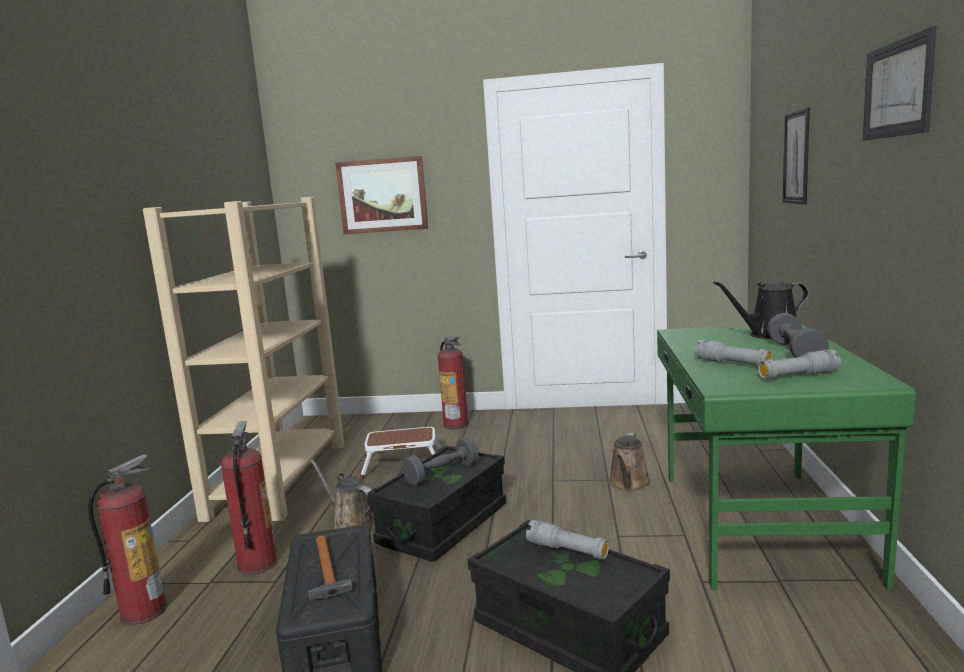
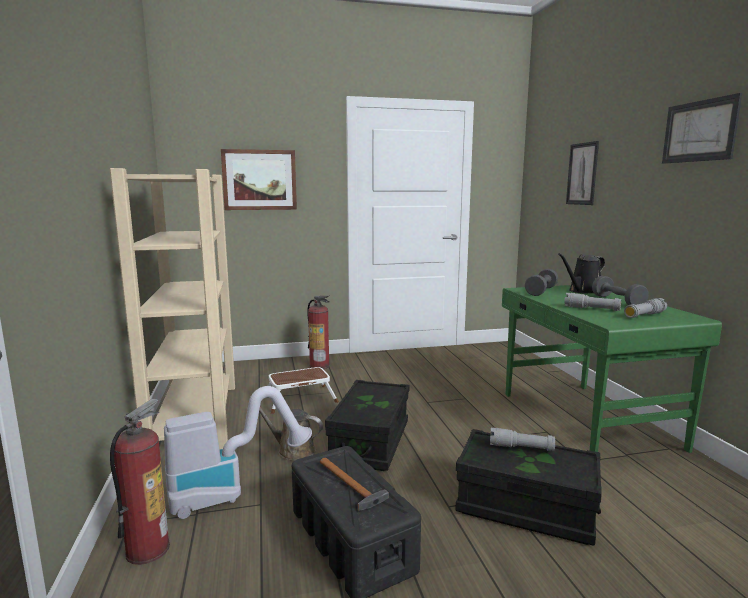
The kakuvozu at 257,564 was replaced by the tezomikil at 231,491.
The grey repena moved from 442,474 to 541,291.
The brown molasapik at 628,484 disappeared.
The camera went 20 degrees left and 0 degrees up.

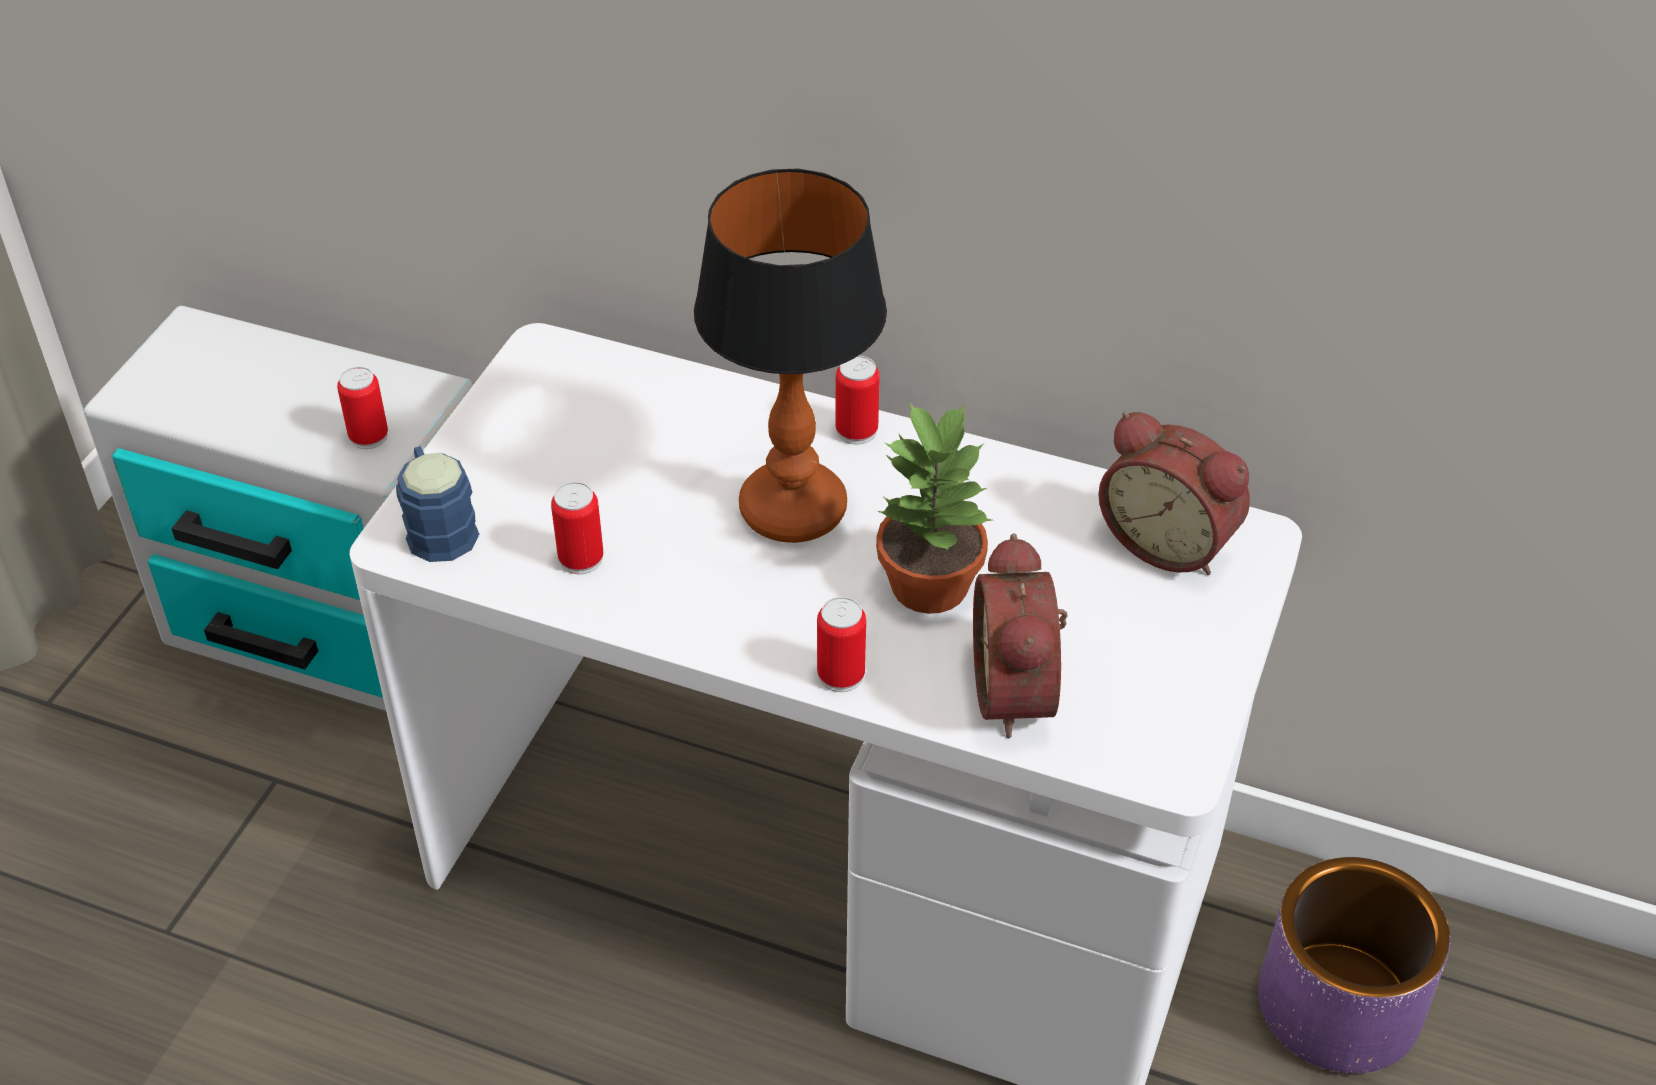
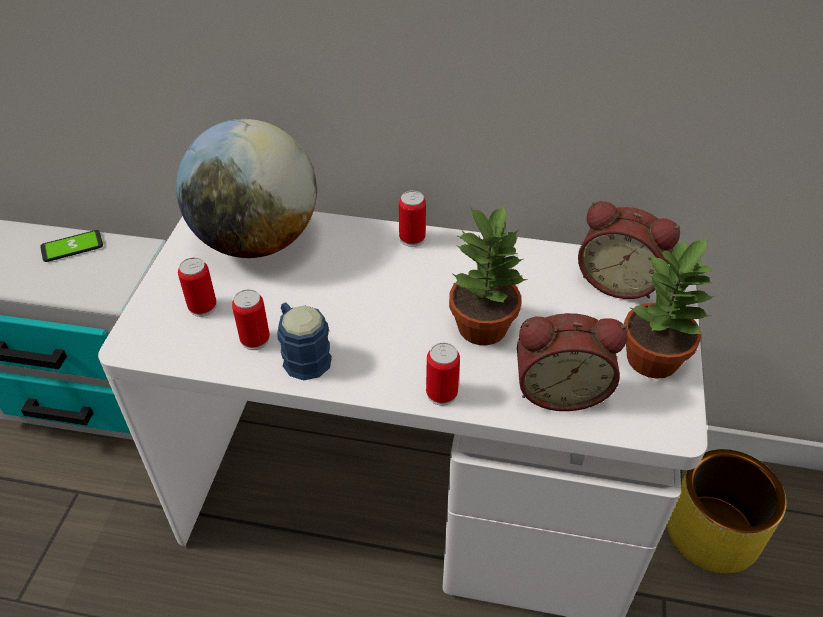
The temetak at 72,247 appeared.
The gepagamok at 257,241 appeared.
The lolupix moved from 368,436 to 202,307.
The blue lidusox moved from 438,526 to 302,354.
The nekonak at 1020,692 turned 75 degrees counterclockwise.
The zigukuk at 654,359 appeared.
The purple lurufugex at 1339,1005 became the yellow lurufugex at 712,532.
The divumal at 793,512 disappeared.
The camera went 10 degrees left and 0 degrees up.

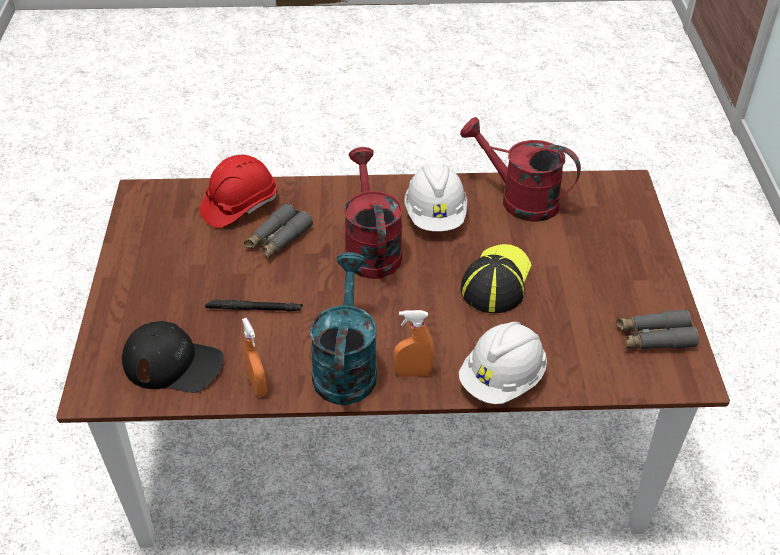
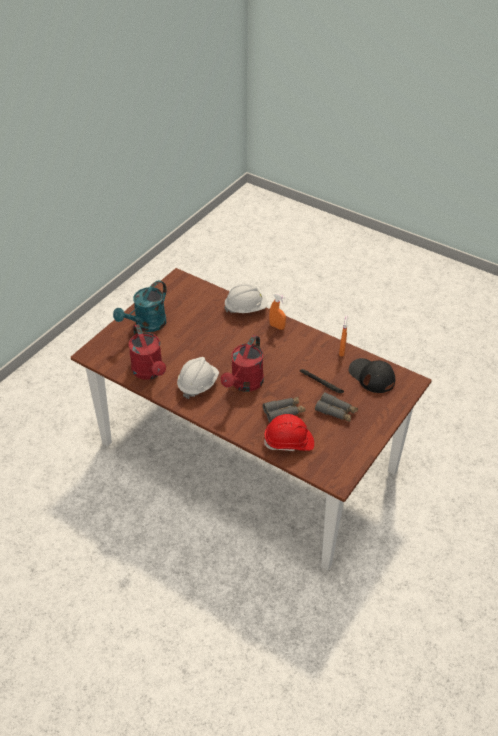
The turquoise molasapik moved from 345,366 to 146,325.
The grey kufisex moved from 654,337 to 336,411.
The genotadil at 496,281 disappeared.
The camera went 145 degrees left and 0 degrees up.

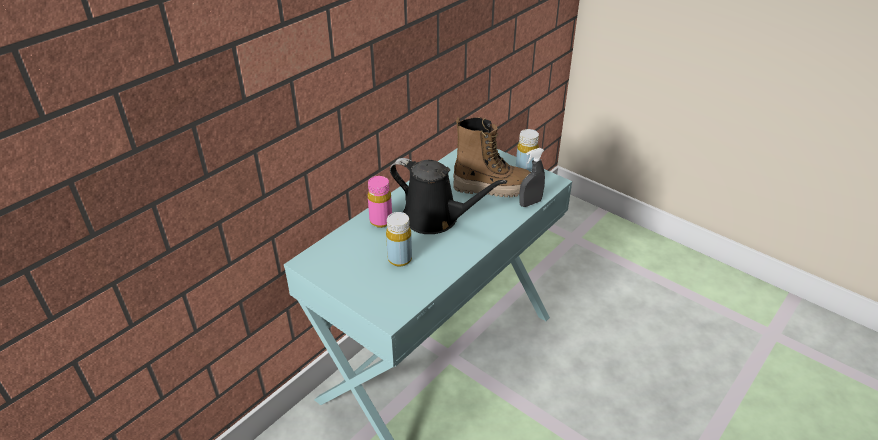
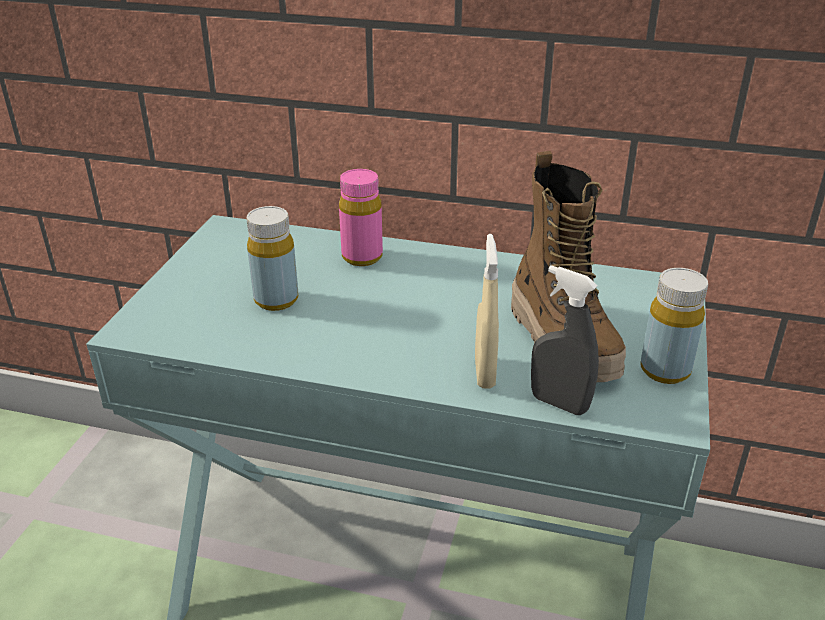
The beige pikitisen at 484,373 appeared.
The black molasapik at 436,218 disappeared.
The camera went 65 degrees right and 5 degrees down.

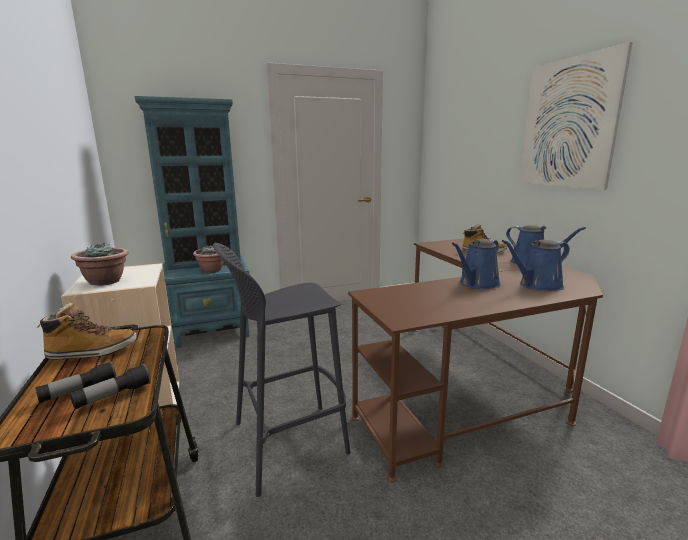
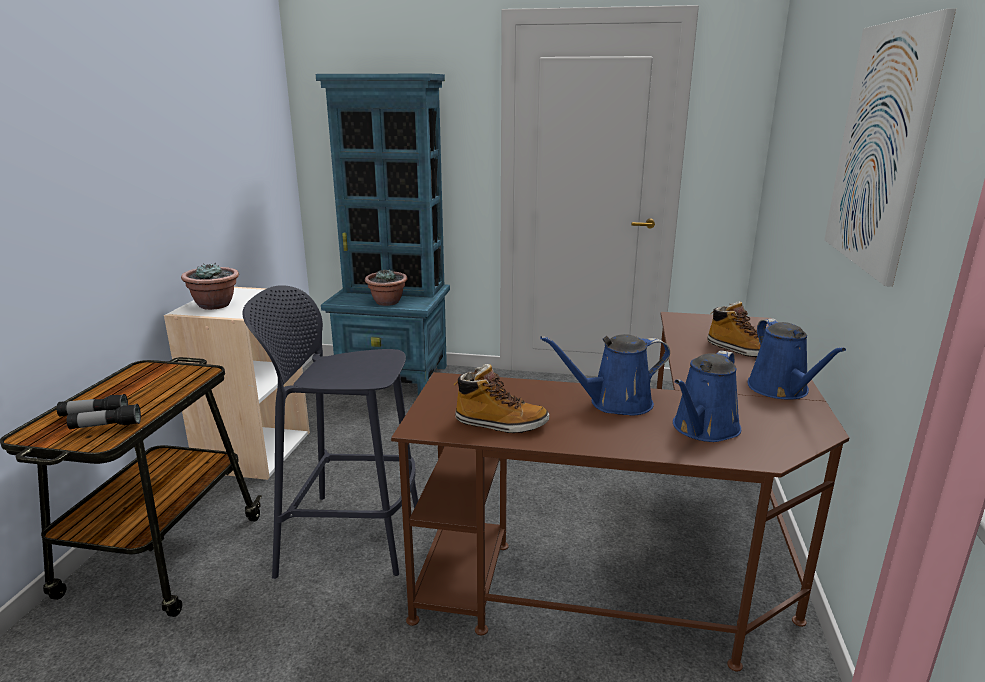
The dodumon moved from 92,352 to 500,424.
The blue molasapik at 537,285 turned 60 degrees counterclockwise.
The camera went 30 degrees right and 5 degrees up.

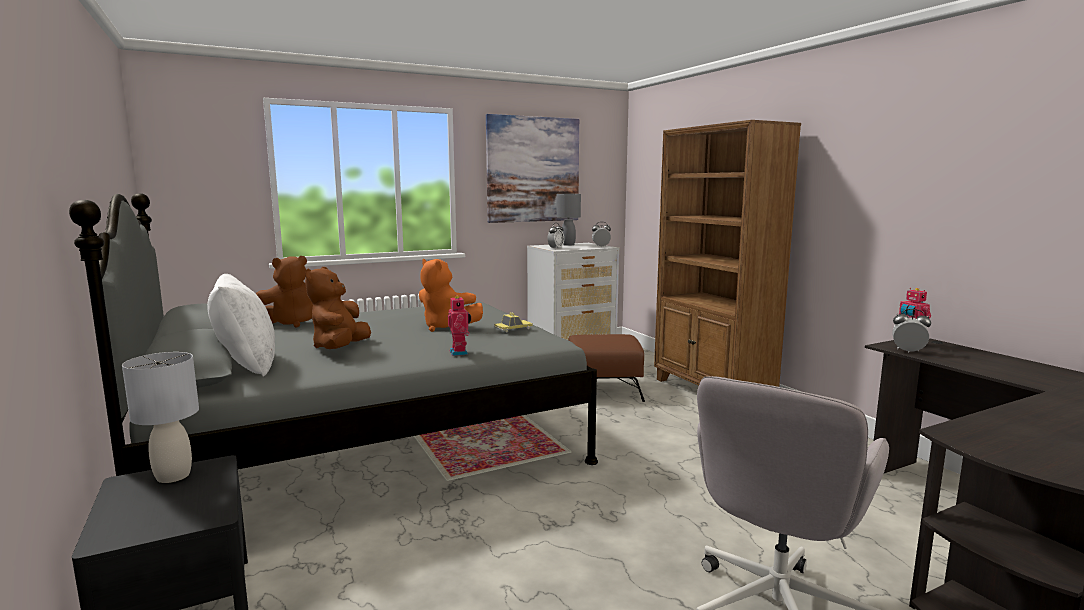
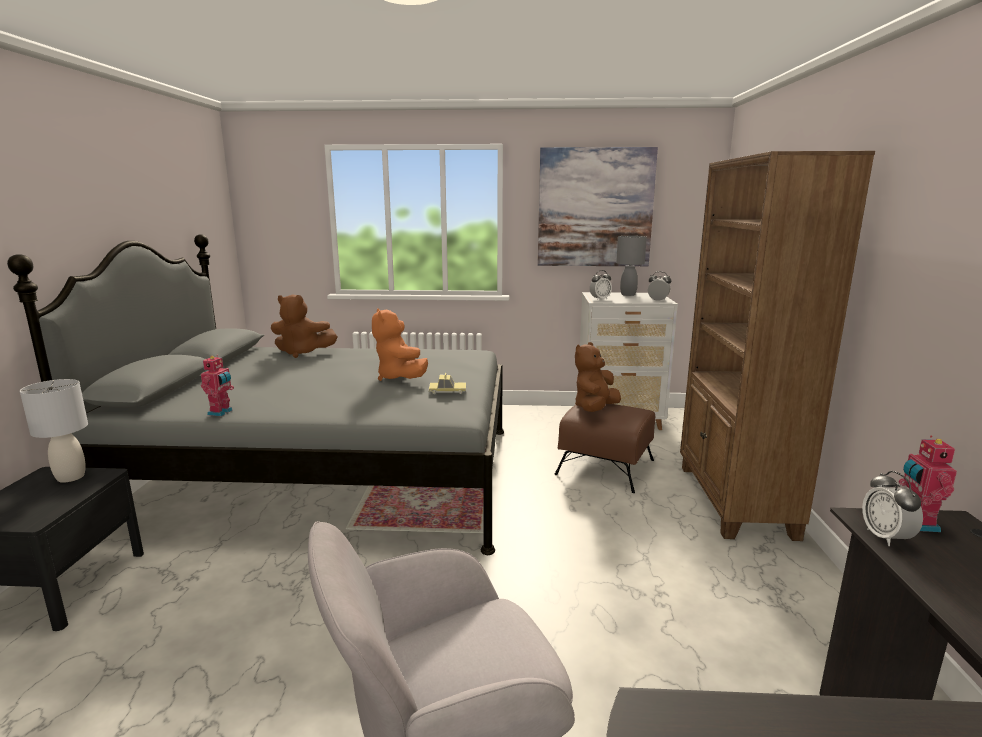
The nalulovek moved from 460,352 to 221,412.
The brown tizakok moved from 340,348 to 595,409.
The nekonak at 908,351 turned 150 degrees counterclockwise.
The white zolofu at 246,365 disappeared.
The camera went 30 degrees right and 5 degrees up.

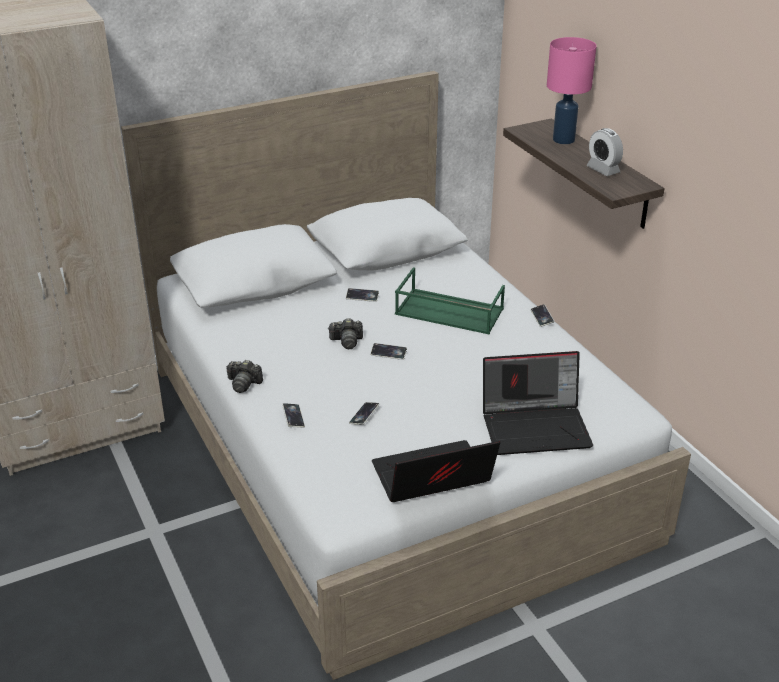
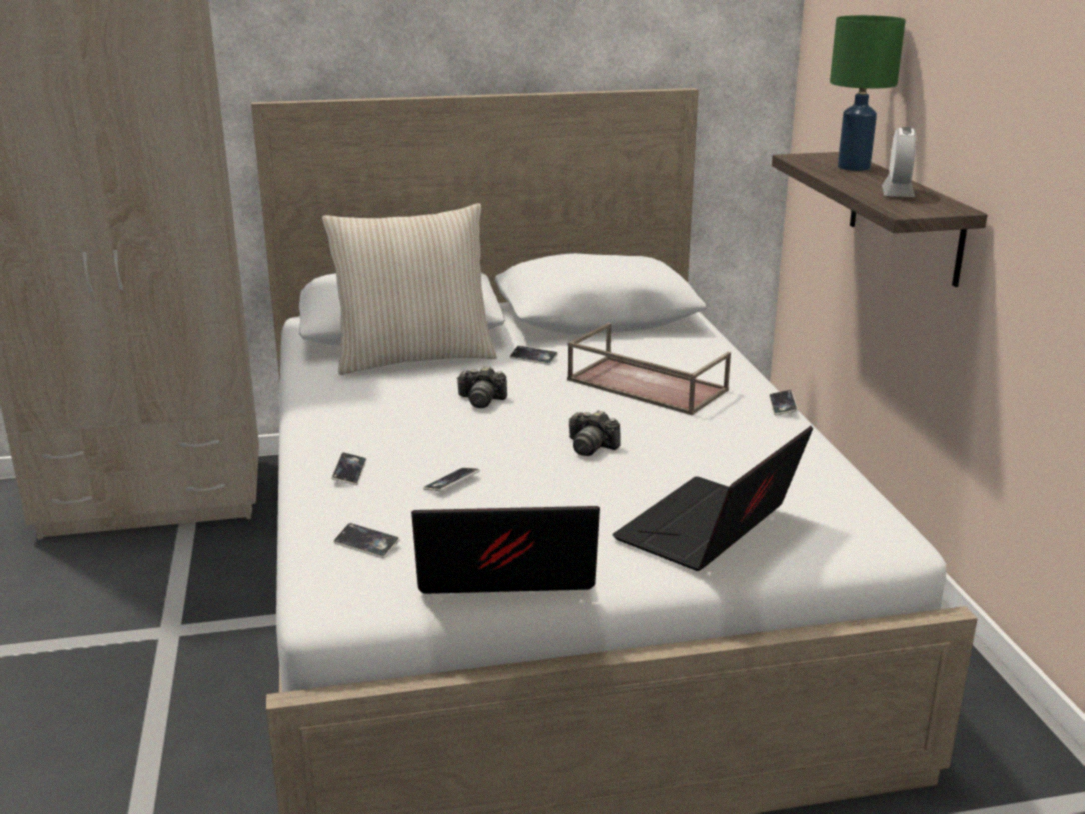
The beige zolofu at 414,357 appeared.
The temetak moved from 388,353 to 366,544.
The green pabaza at 448,312 became the brown pabaza at 644,385.
The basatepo moved from 243,384 to 591,447.
The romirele at 536,426 turned 120 degrees clockwise.
The pink divumal at 563,139 became the green divumal at 853,167.
The nekonak at 603,170 turned 150 degrees counterclockwise.
The camera went 15 degrees right and 10 degrees down.

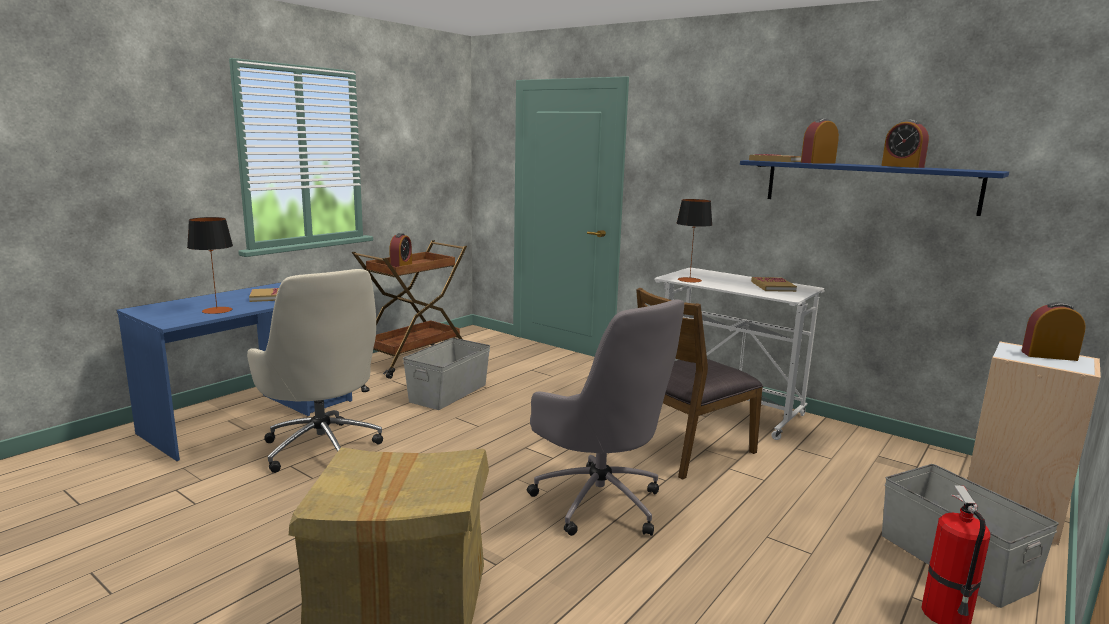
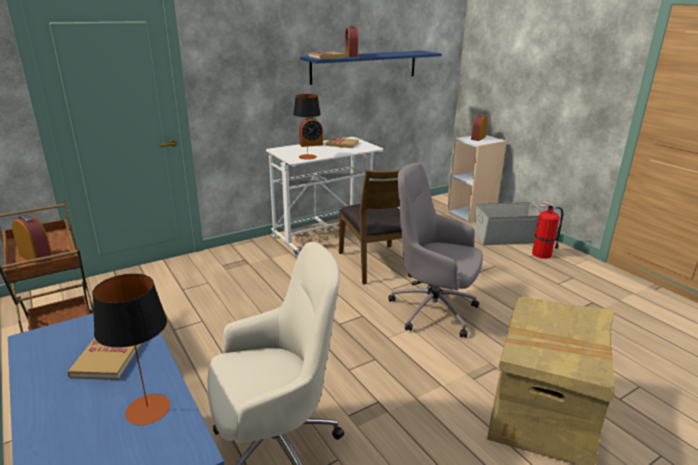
The nekonak moved from 902,166 to 311,144.
The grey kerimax at 599,503 turned 135 degrees counterclockwise.
The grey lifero at 449,393 disappeared.
The camera went 70 degrees left and 10 degrees up.

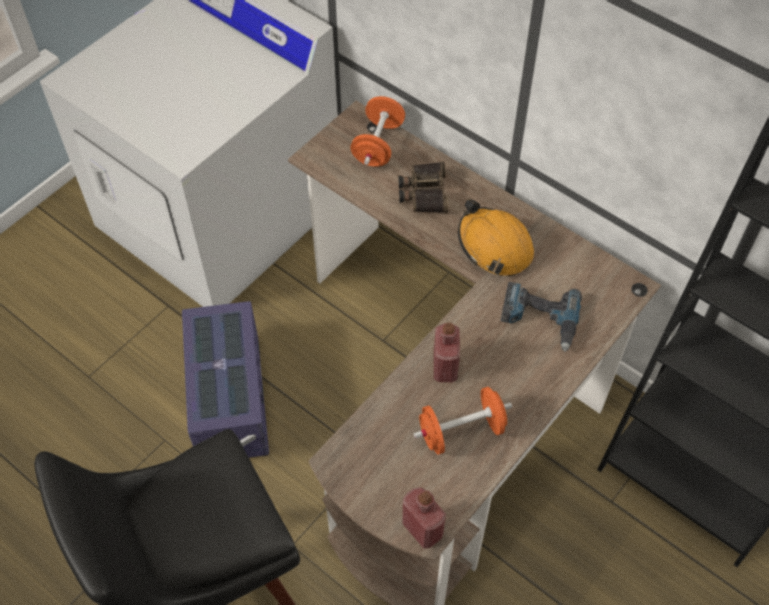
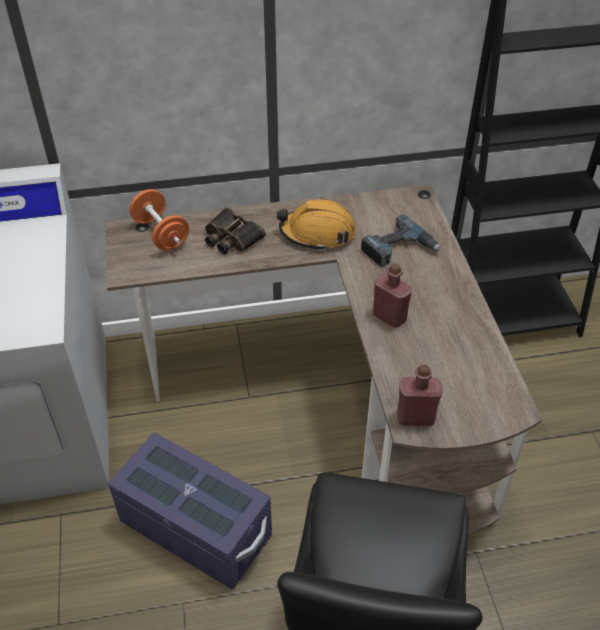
The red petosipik moved from 422,529 to 415,417.
The orange repena at 461,431 disappeared.
The camera went 50 degrees left and 10 degrees down.

